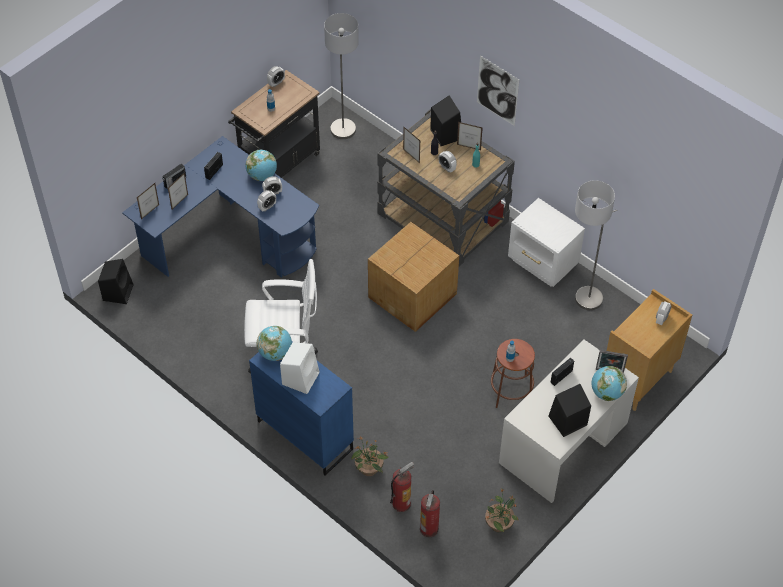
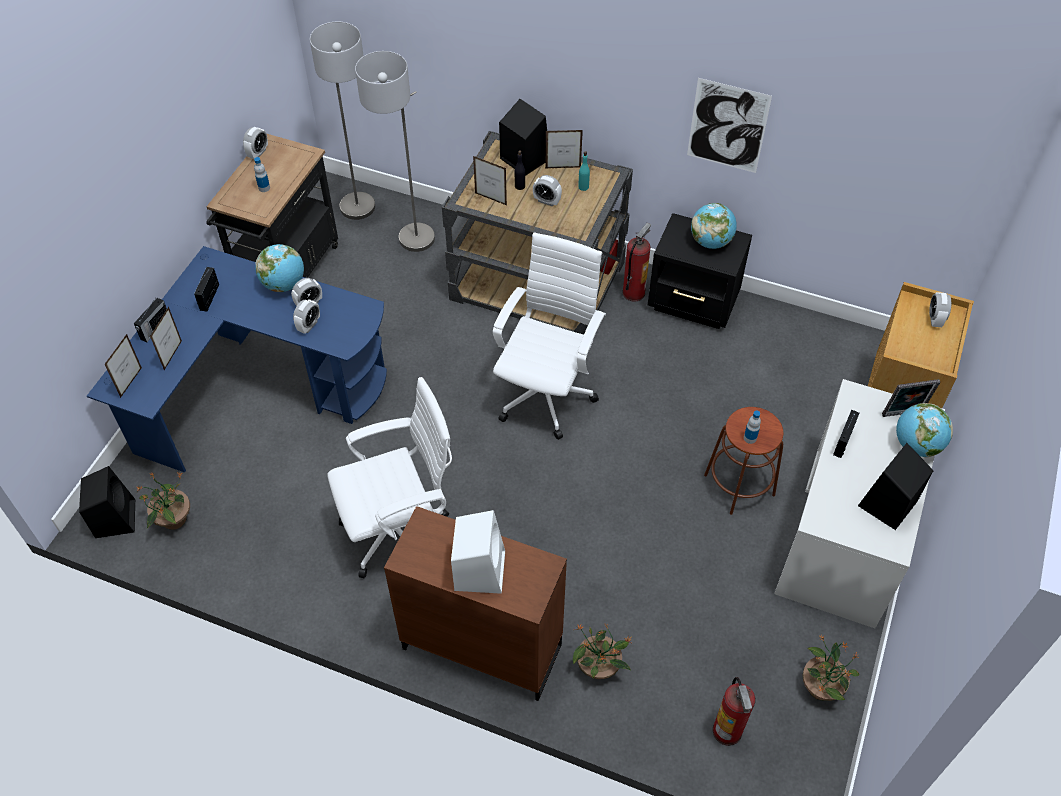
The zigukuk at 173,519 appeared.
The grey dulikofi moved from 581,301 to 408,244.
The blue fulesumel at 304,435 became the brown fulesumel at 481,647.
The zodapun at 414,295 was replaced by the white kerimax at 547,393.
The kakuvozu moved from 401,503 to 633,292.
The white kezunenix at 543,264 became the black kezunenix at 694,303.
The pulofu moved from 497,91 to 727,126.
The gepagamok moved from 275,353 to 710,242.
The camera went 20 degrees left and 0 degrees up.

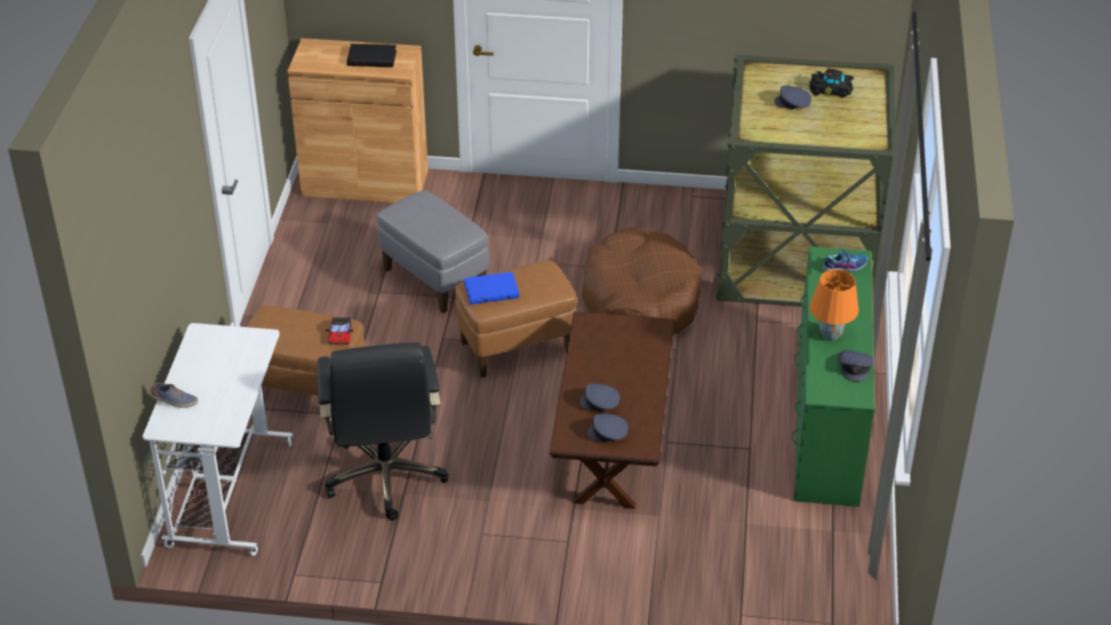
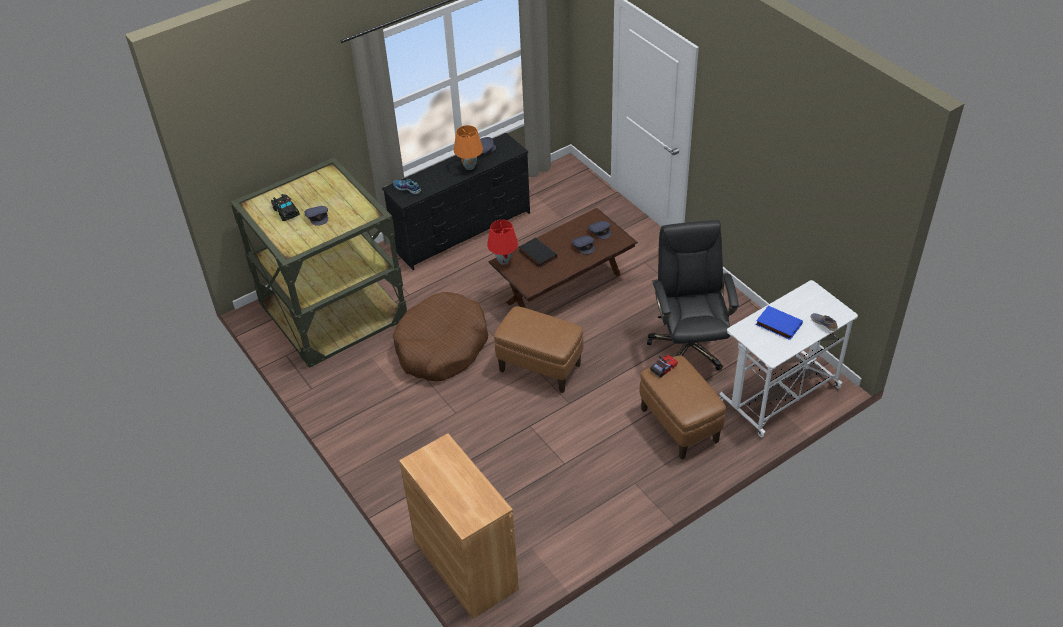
The green fulesumel at 825,421 became the black fulesumel at 462,231.
The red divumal at 503,261 appeared.
The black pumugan moved from 372,57 to 536,254.
The black kerimax at 385,473 turned 45 degrees counterclockwise.
The blue pumugan moved from 491,290 to 778,325.
The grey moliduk at 434,279 disappeared.
The camera went 130 degrees left and 5 degrees up.

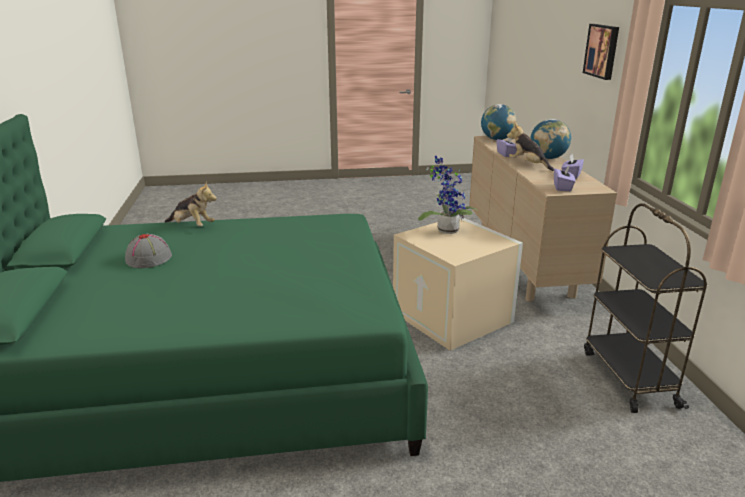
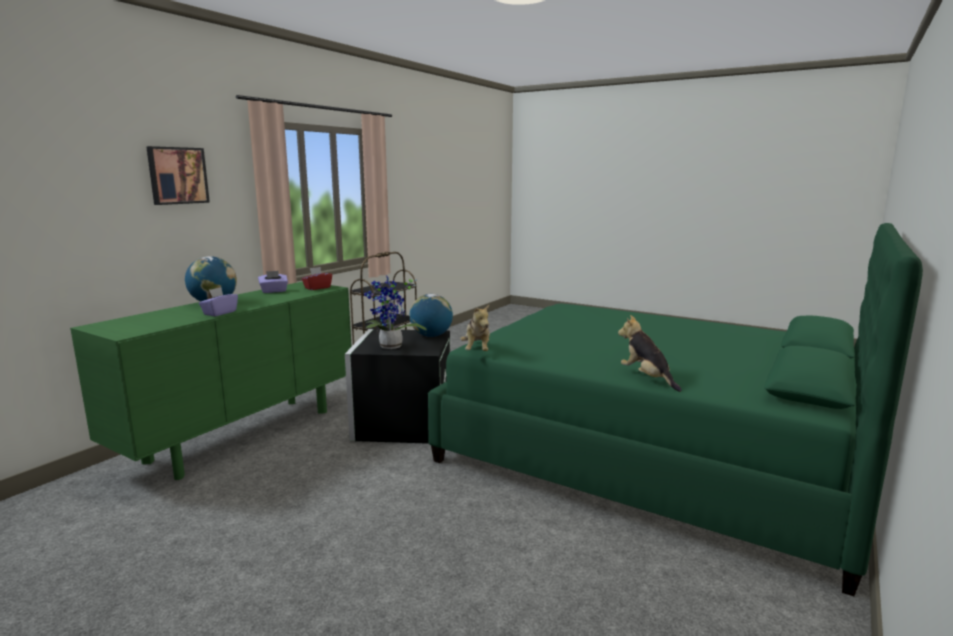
The beige fulesumel at 523,265 became the green fulesumel at 243,435.
The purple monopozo at 562,187 became the red monopozo at 317,288.
The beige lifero at 454,317 became the black lifero at 402,422.
The gepagamok moved from 497,139 to 431,336.
The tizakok moved from 528,165 to 477,350.
The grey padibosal at 149,258 disappeared.
The camera went 140 degrees left and 10 degrees down.

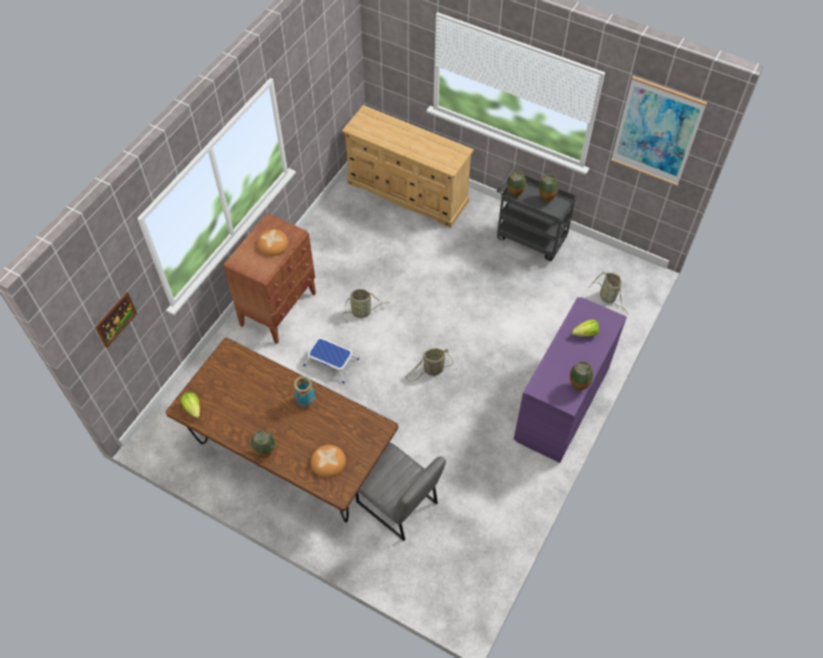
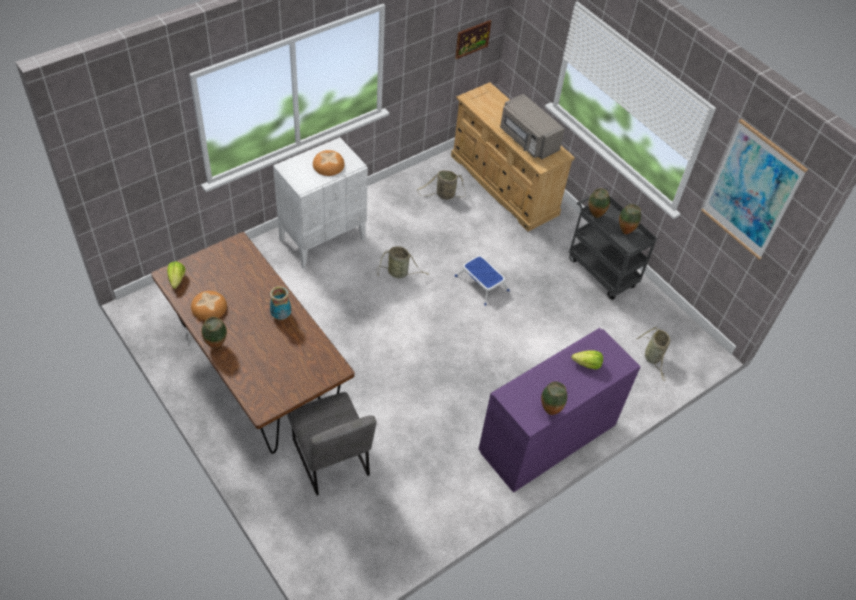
The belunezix moved from 328,462 to 208,307.
The brown fulesumel at 280,309 became the white fulesumel at 323,240.
The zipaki moved from 432,370 to 444,195.
The pulofu moved from 115,319 to 472,39.
The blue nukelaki moved from 331,362 to 481,283.
The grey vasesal at 527,140 appeared.
The camera went 20 degrees right and 5 degrees down.

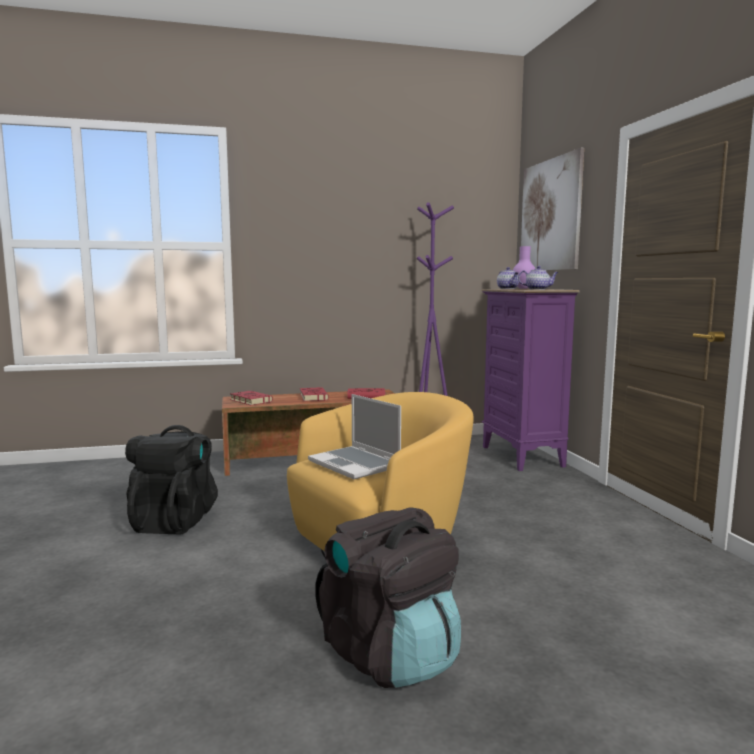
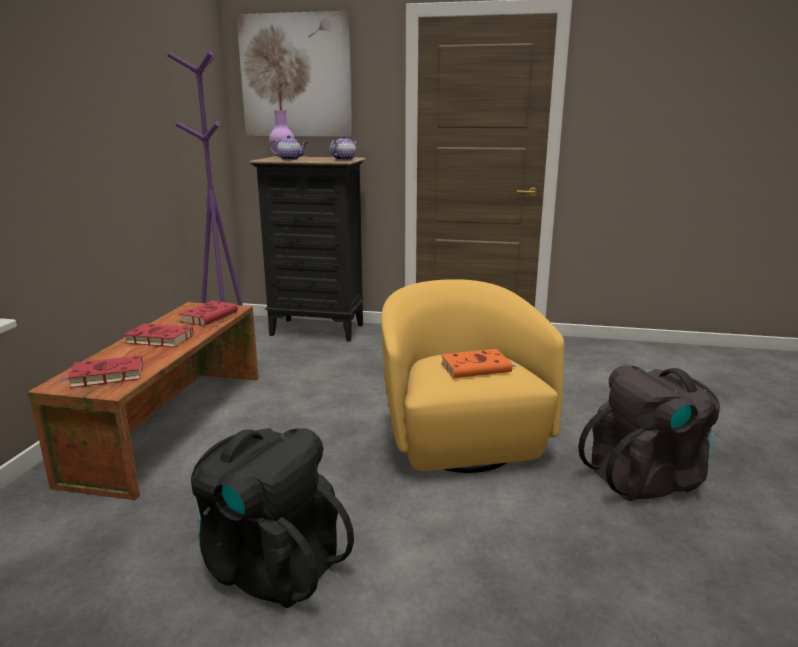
The purple fulesumel at 521,457 became the black fulesumel at 318,331.
The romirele at 356,464 was replaced by the orange pumugan at 477,368.
The camera went 65 degrees left and 10 degrees up.

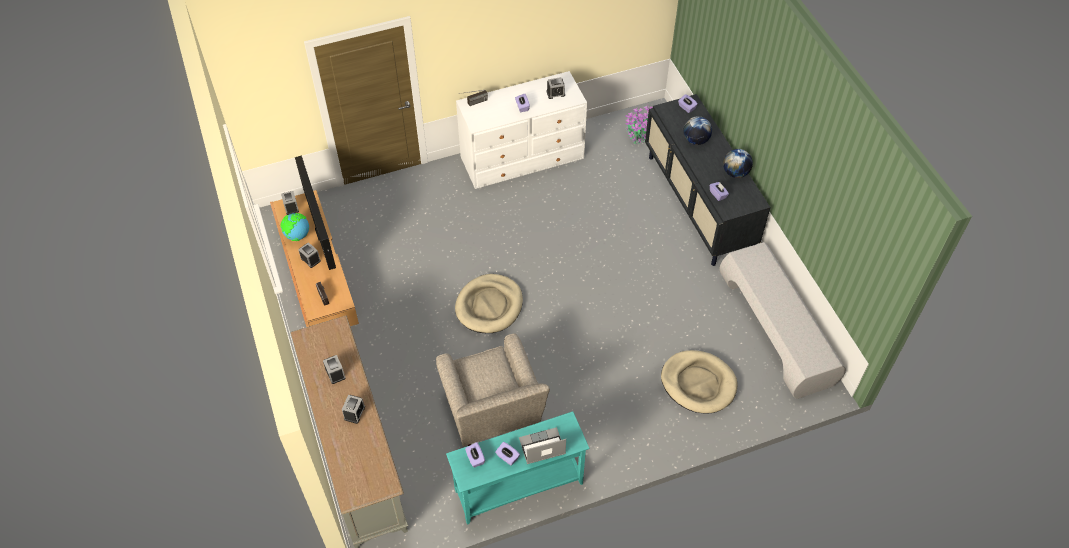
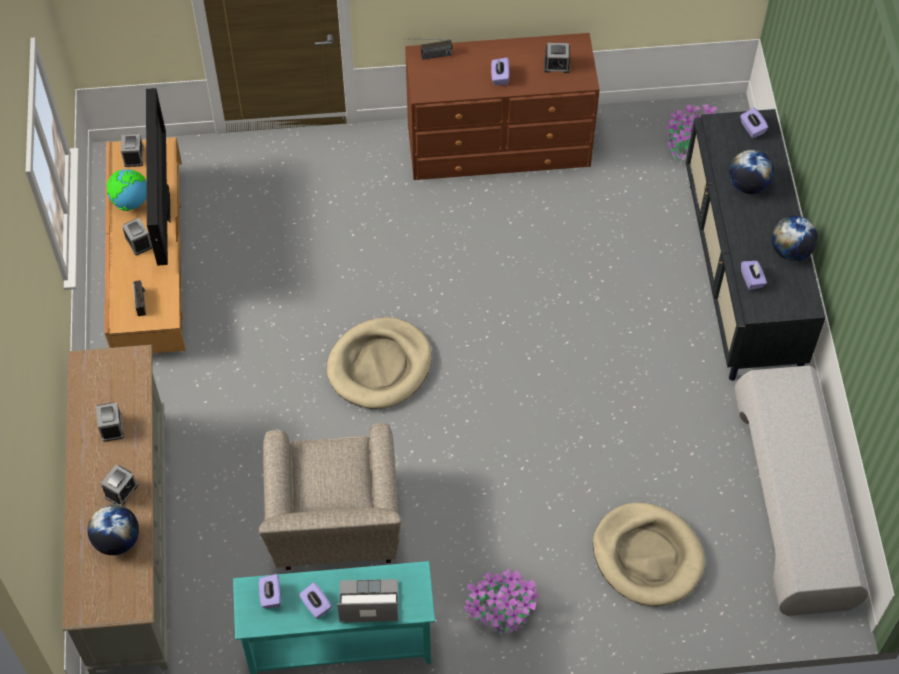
The gepagamok at 117,540 appeared.
The white fulesumel at 523,157 became the brown fulesumel at 499,145.
The zigukuk at 502,609 appeared.
The camera went 15 degrees right and 5 degrees up.

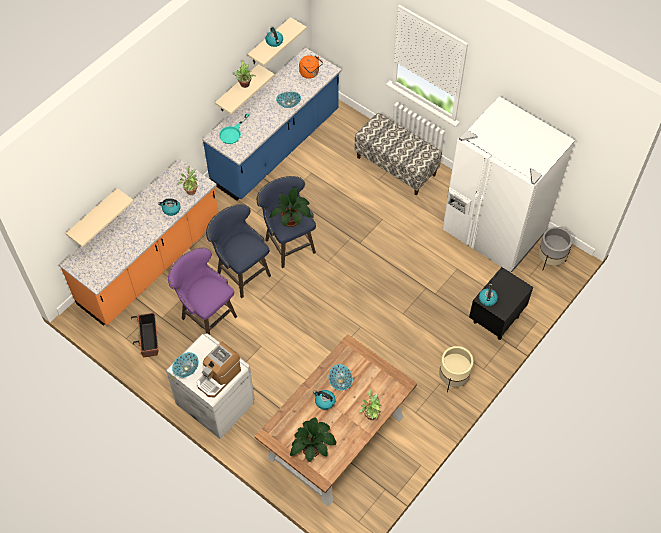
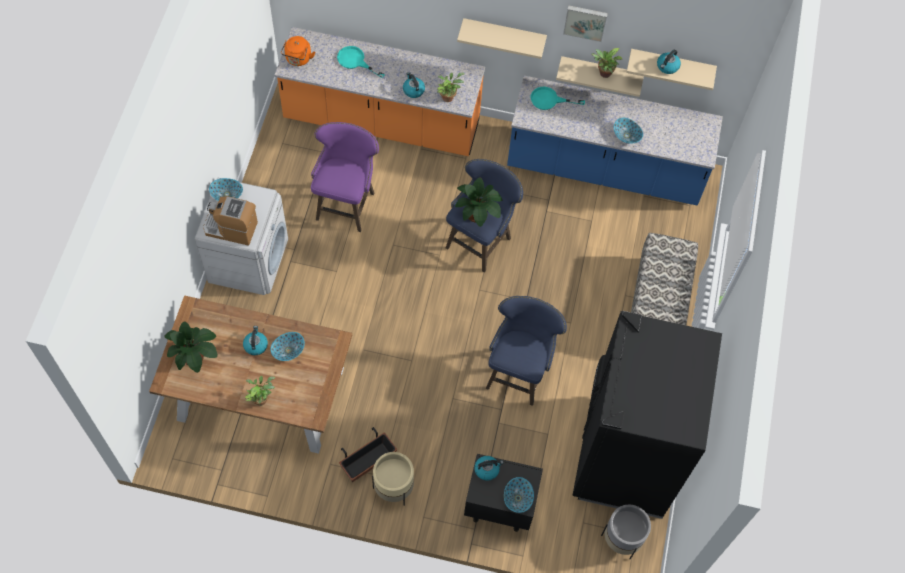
The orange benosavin moved from 310,73 to 298,59.
The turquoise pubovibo at 355,61 appeared.
The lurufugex moved from 149,339 to 368,462.
The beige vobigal moved from 93,216 to 504,34.
The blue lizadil moved from 242,273 to 518,372.
The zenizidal at 517,498 appeared.
The pulofu at 585,22 appeared.
The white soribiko at 493,232 became the black soribiko at 624,455.
The camera went 60 degrees right and 5 degrees up.

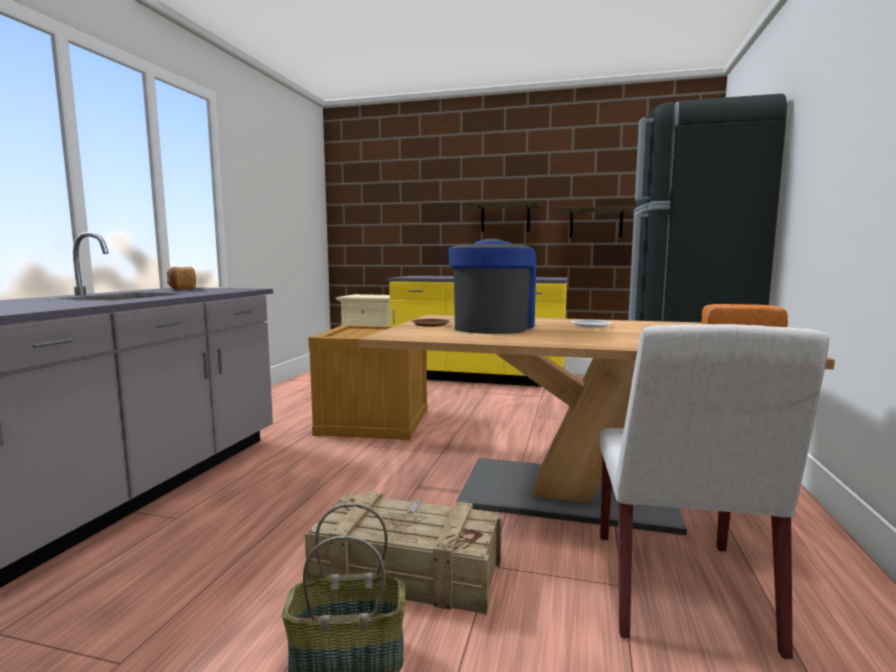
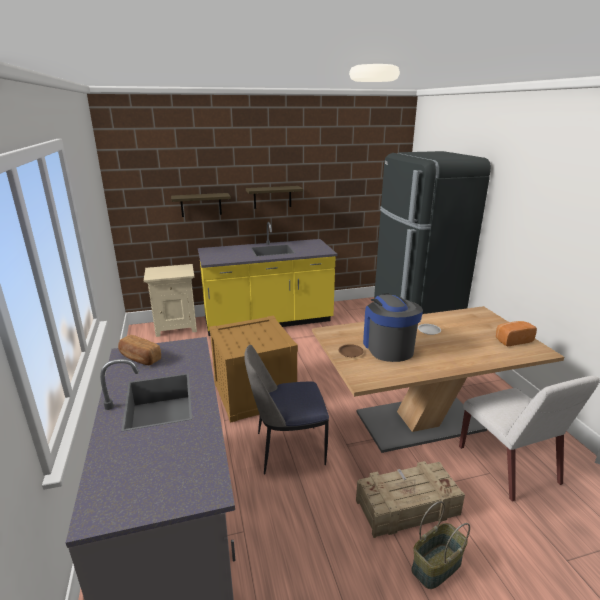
The vobigal moved from 596,223 to 201,205.
The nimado at 287,449 appeared.
The camera went 30 degrees left and 15 degrees up.

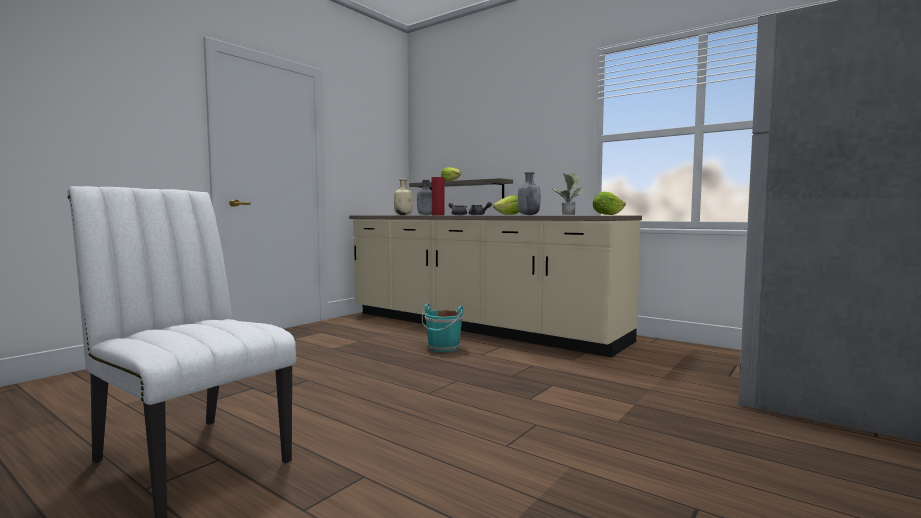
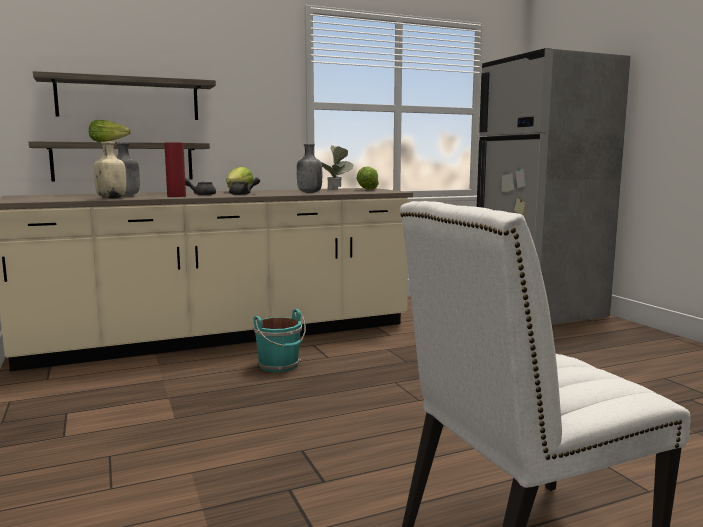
The vobigal at 128,99 appeared.
The camera went 60 degrees left and 5 degrees up.

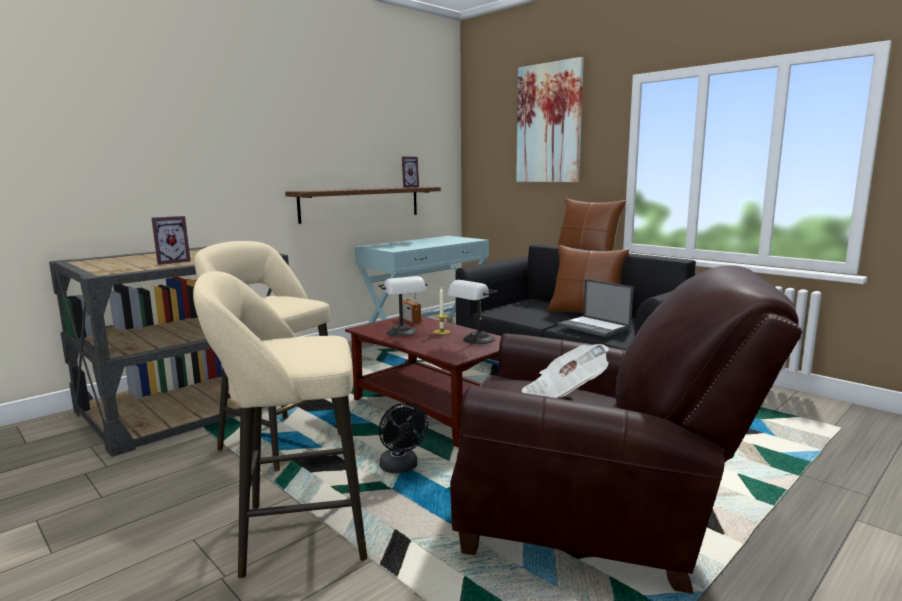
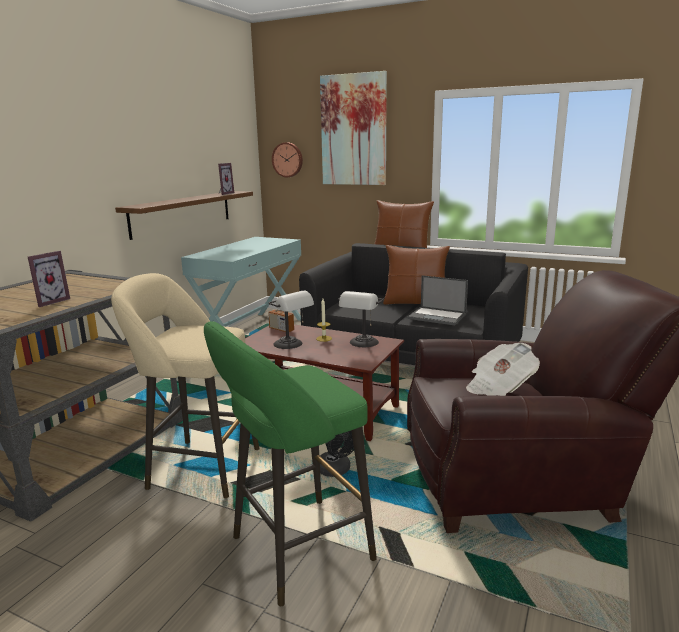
The beige lizadil at 295,532 became the green lizadil at 294,551.
The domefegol at 288,159 appeared.
The camera went 20 degrees left and 5 degrees up.

